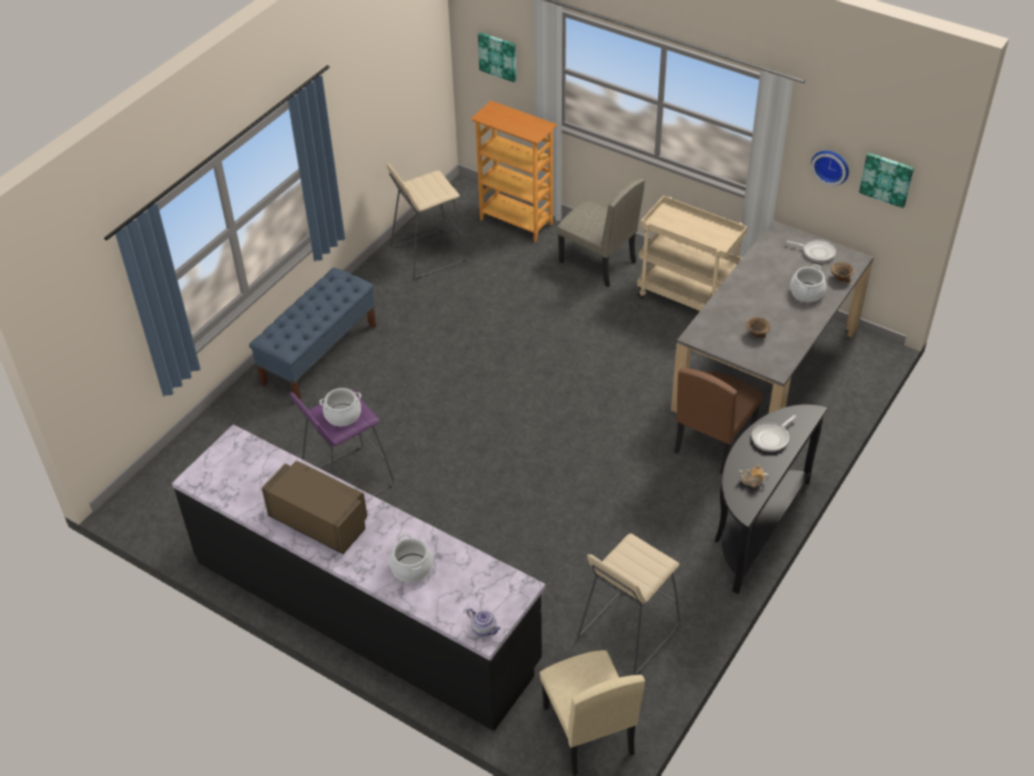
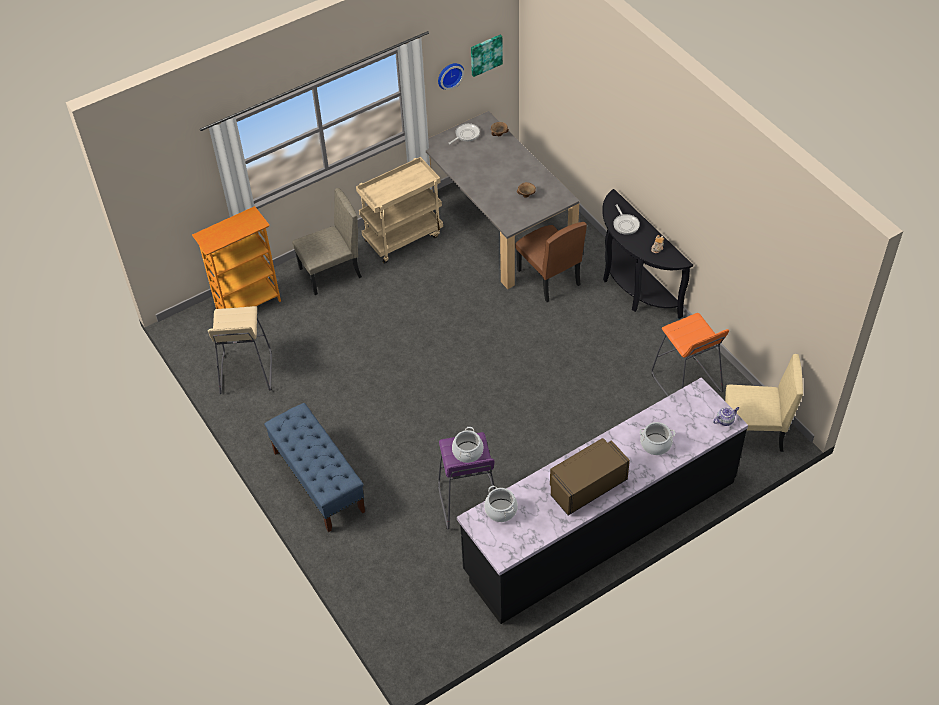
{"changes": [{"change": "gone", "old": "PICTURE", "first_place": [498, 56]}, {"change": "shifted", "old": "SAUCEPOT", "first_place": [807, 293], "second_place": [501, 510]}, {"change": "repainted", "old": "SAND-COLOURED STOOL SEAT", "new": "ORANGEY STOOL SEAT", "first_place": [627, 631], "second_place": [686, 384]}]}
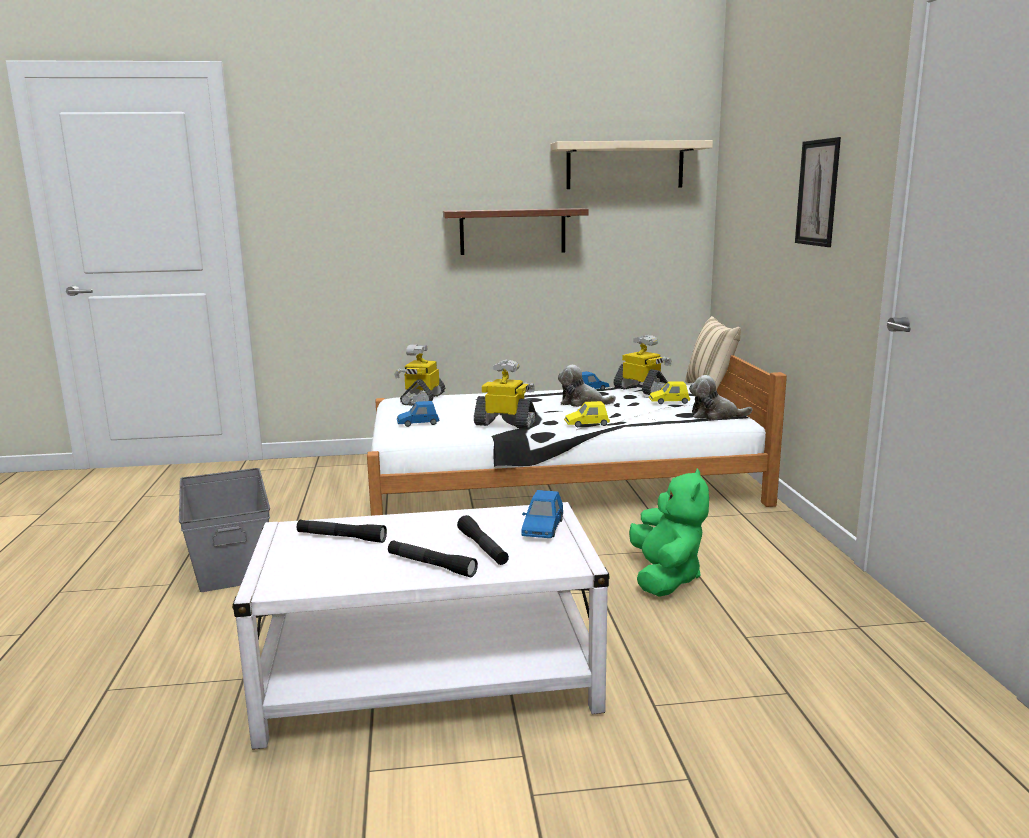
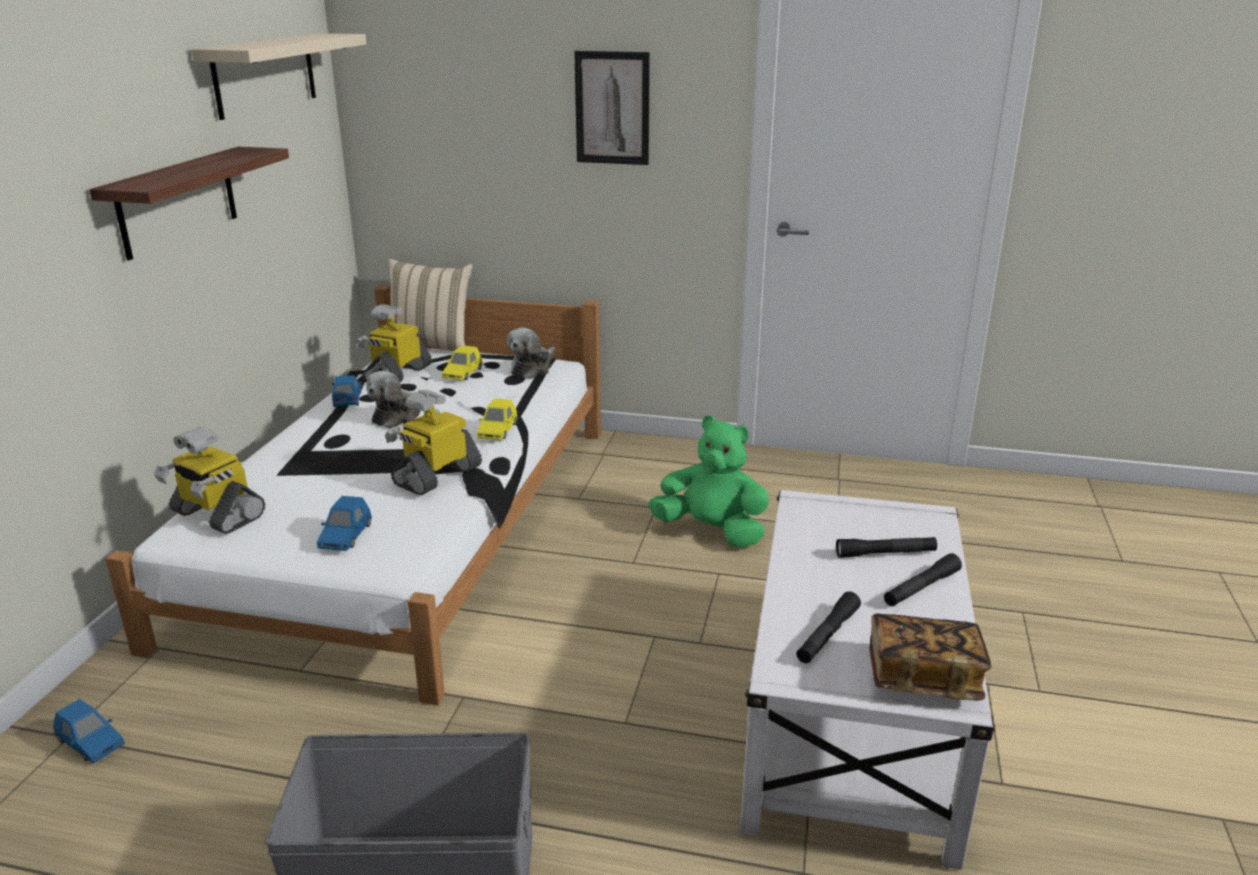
{"changes": [{"change": "new", "new": "VOLUME", "second_place": [923, 677]}, {"change": "shifted", "old": "BLUE-COLOURED MODEL CAR", "first_place": [542, 528], "second_place": [90, 743]}, {"change": "rotated", "old": "ROBOT FIGURE", "first_place": [642, 390], "second_place": [397, 374], "degrees": -45}]}
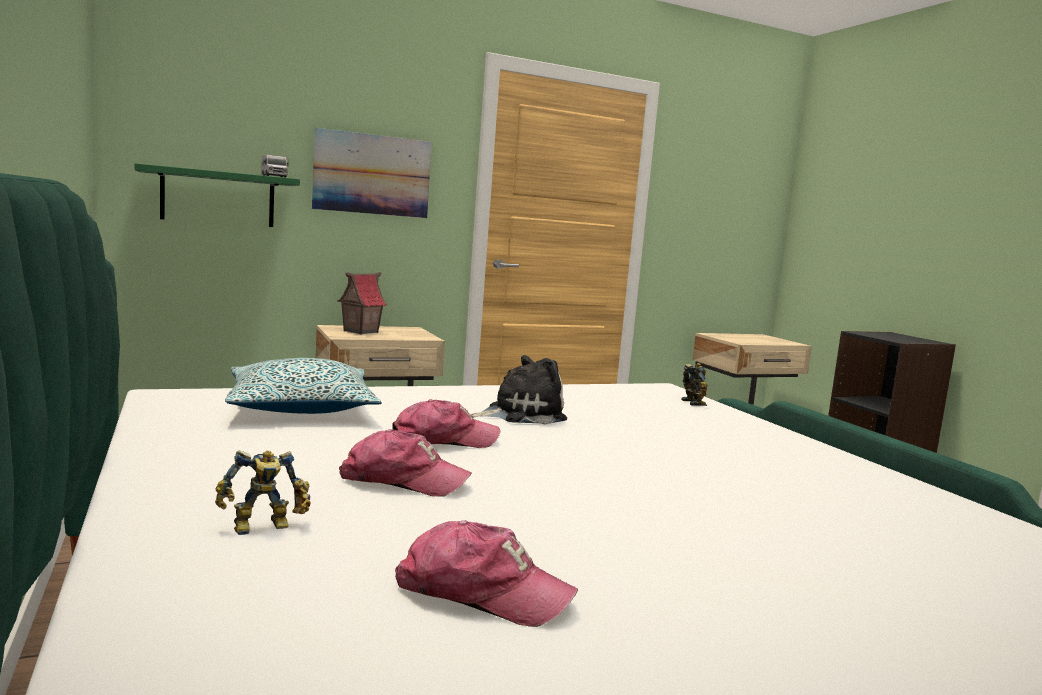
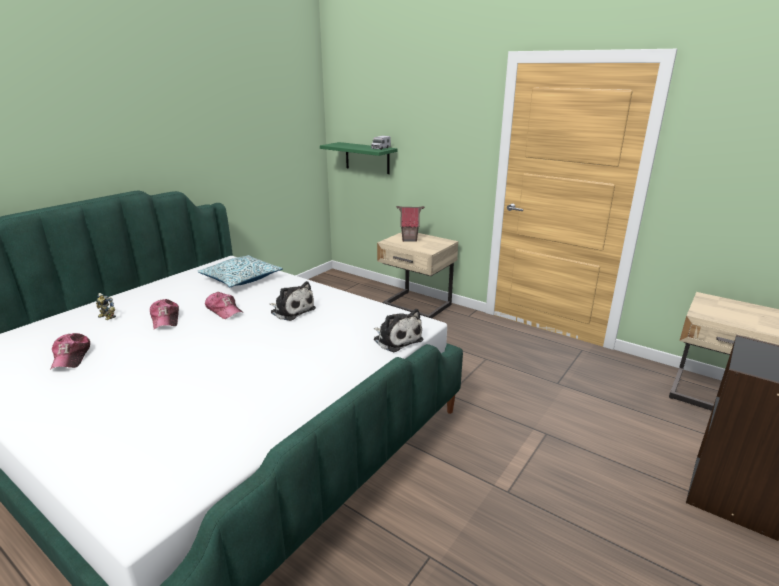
{"changes": [{"change": "gone", "old": "PICTURE", "first_place": [372, 174]}, {"change": "swapped", "old": "ROBOT FIGURE", "new": "PLUSH TOY", "first_place": [695, 402], "second_place": [396, 339]}]}
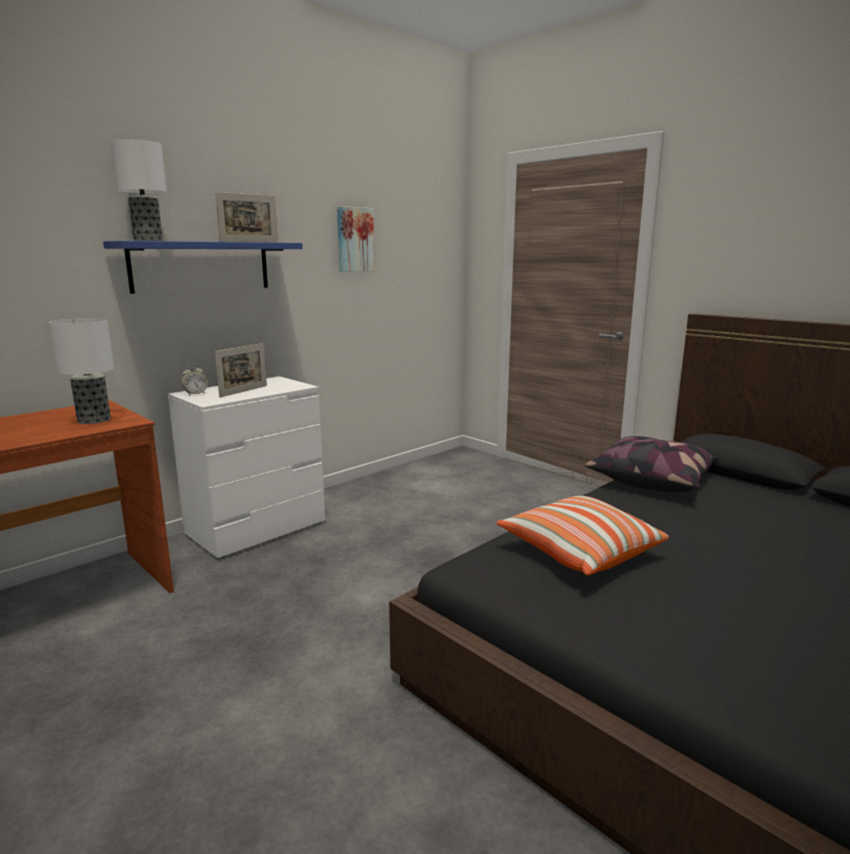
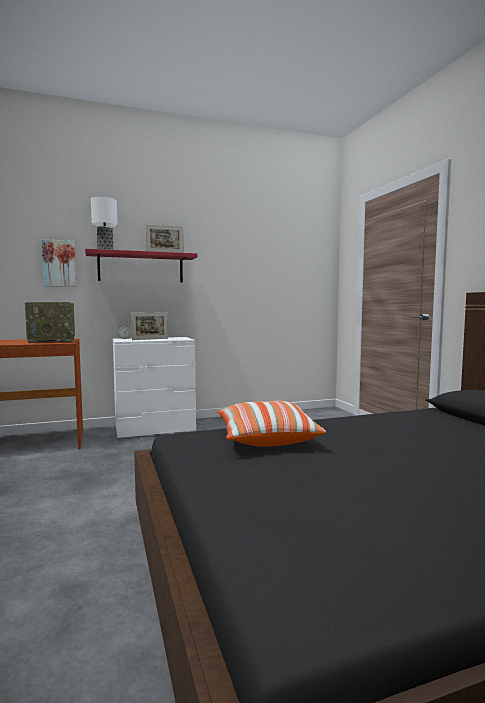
{"changes": [{"change": "gone", "old": "PILLOW", "first_place": [651, 480]}, {"change": "shifted", "old": "PICTURE", "first_place": [354, 239], "second_place": [59, 263]}, {"change": "swapped", "old": "TABLETOP LAMP", "new": "RADIO", "first_place": [94, 420], "second_place": [53, 341]}, {"change": "repainted", "old": "BLUE-COLOURED WALL SHELF", "new": "REDDISH WALL SHELF", "first_place": [201, 266], "second_place": [141, 268]}]}
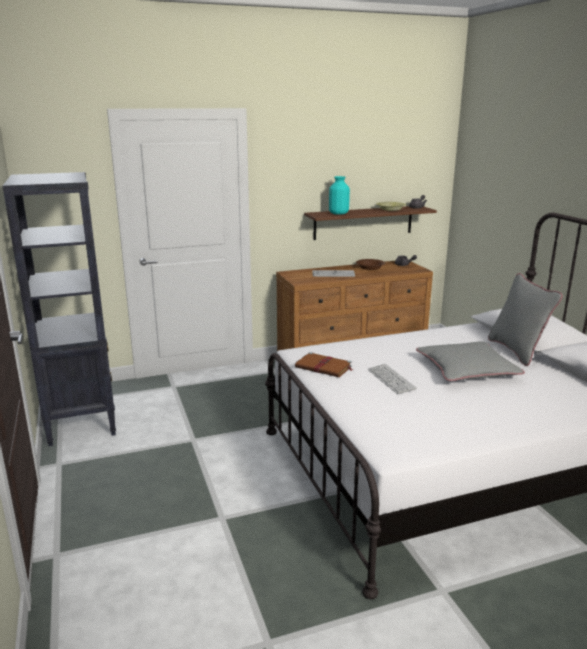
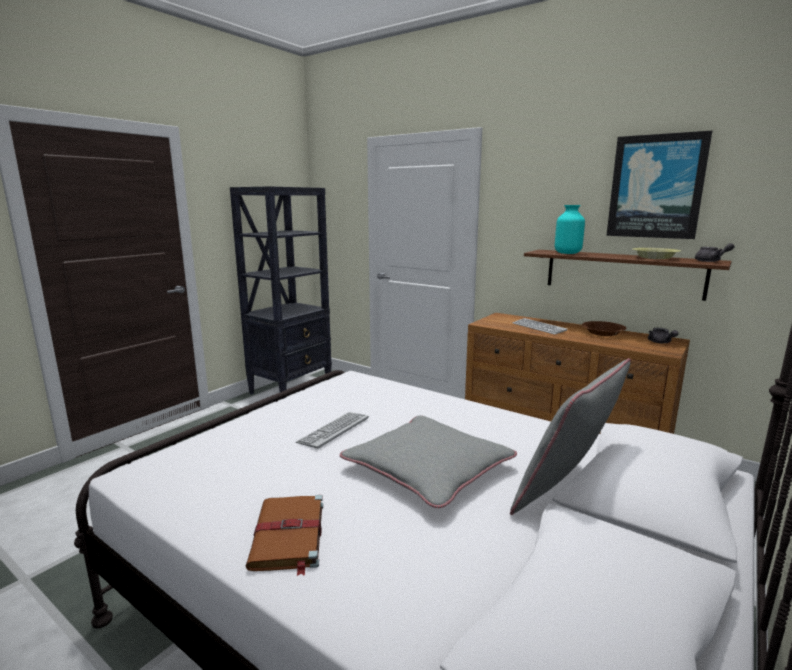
{"changes": [{"change": "new", "new": "PICTURE", "second_place": [656, 187]}, {"change": "shifted", "old": "BROWN-COLOURED VOLUME", "first_place": [324, 367], "second_place": [288, 536]}]}
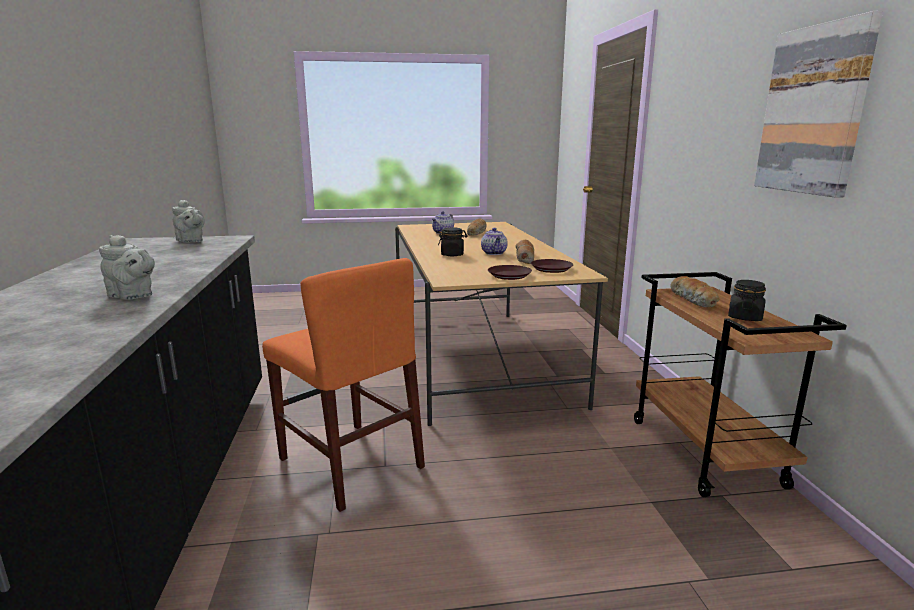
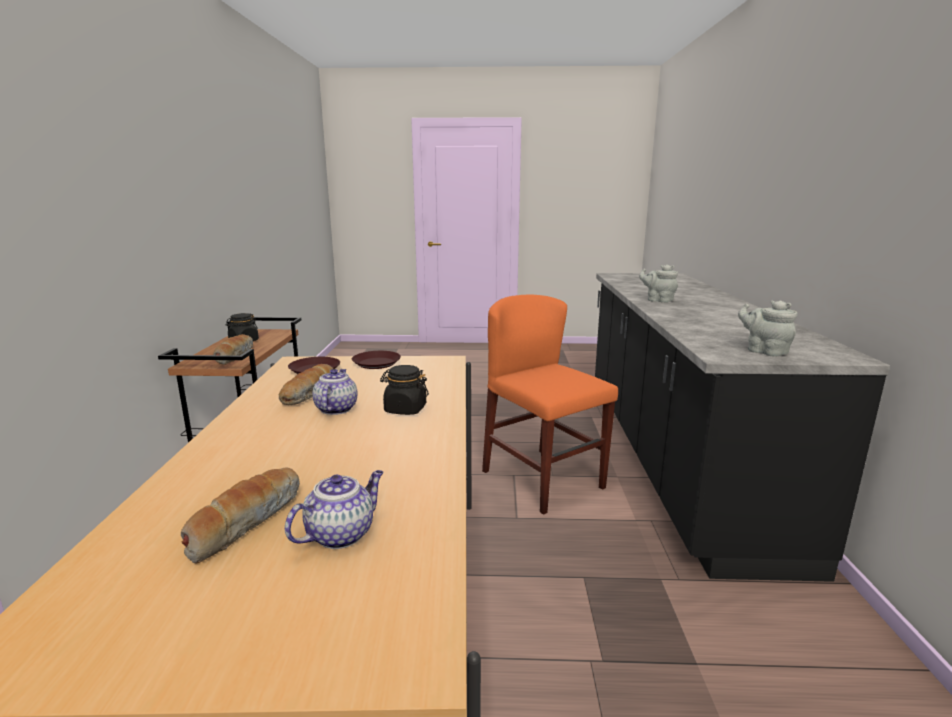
{"changes": [{"change": "gone", "old": "PICTURE", "first_place": [813, 111]}]}
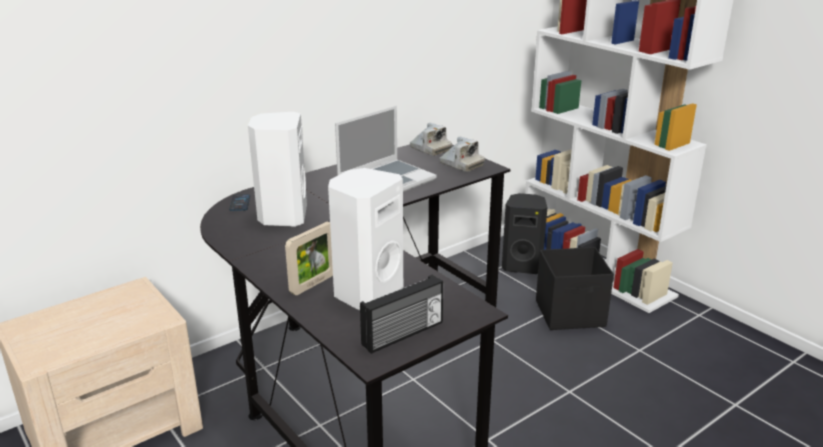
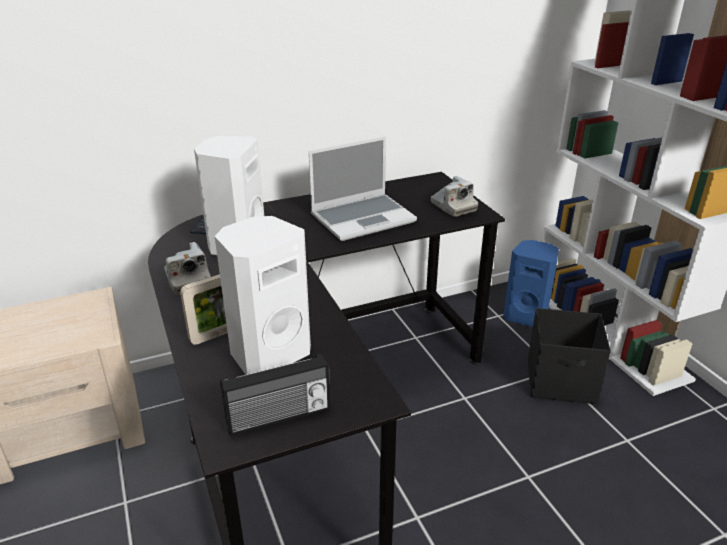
{"changes": [{"change": "shifted", "old": "STILL CAMERA", "first_place": [430, 149], "second_place": [188, 280]}, {"change": "repainted", "old": "BLACKISH AUDIO SPEAKER", "new": "BLUE-COLOURED AUDIO SPEAKER", "first_place": [522, 266], "second_place": [526, 316]}]}
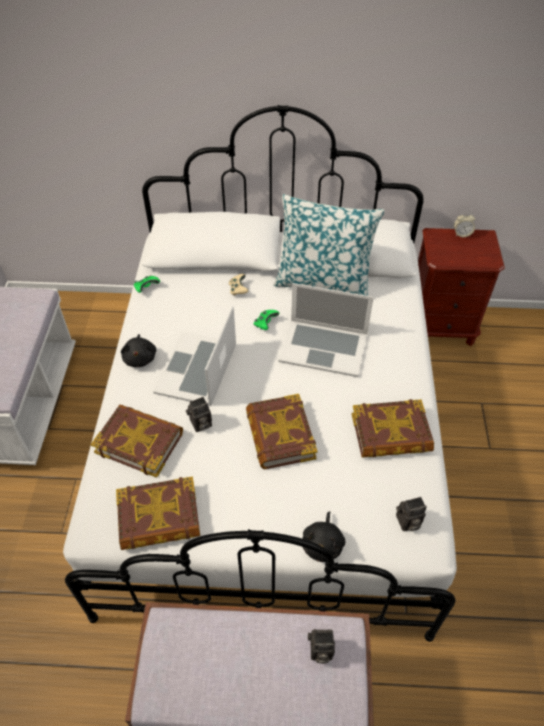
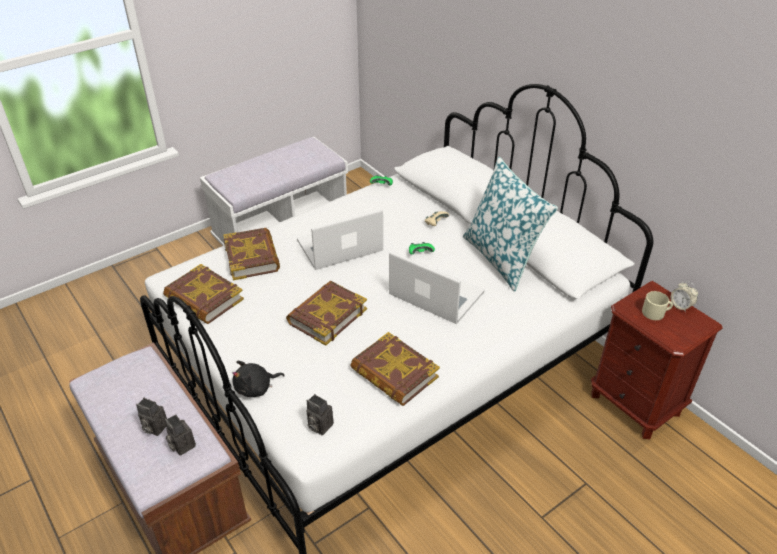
{"changes": [{"change": "gone", "old": "BLACKISH PLUSH TOY", "first_place": [140, 358]}, {"change": "new", "new": "SAND-COLOURED COFFEE MUG", "second_place": [656, 312]}, {"change": "shifted", "old": "STILL CAMERA", "first_place": [200, 424], "second_place": [154, 427]}, {"change": "rotated", "old": "PORTABLE COMPUTER", "first_place": [323, 347], "second_place": [436, 293], "degrees": 150}]}
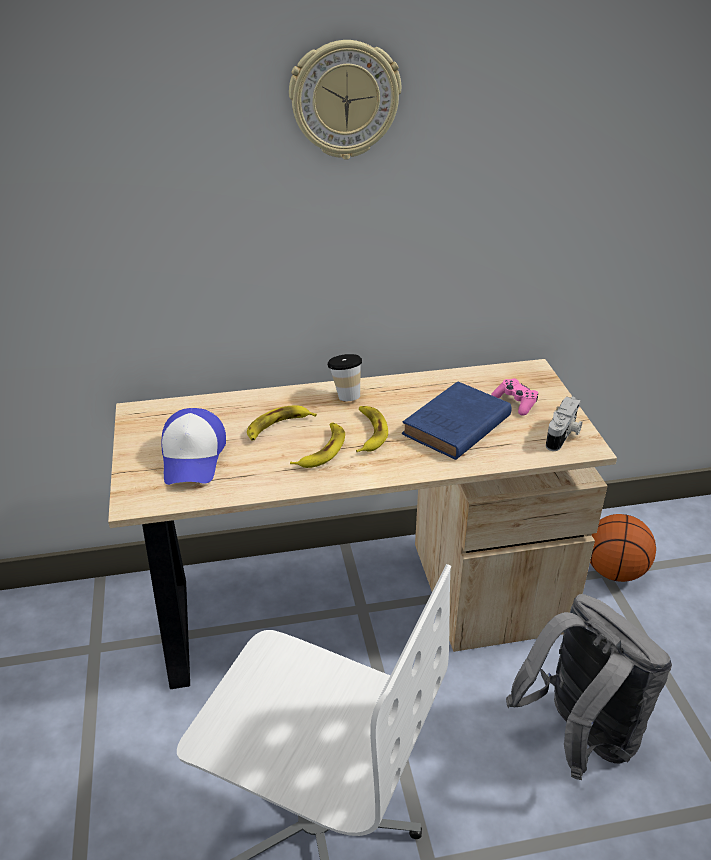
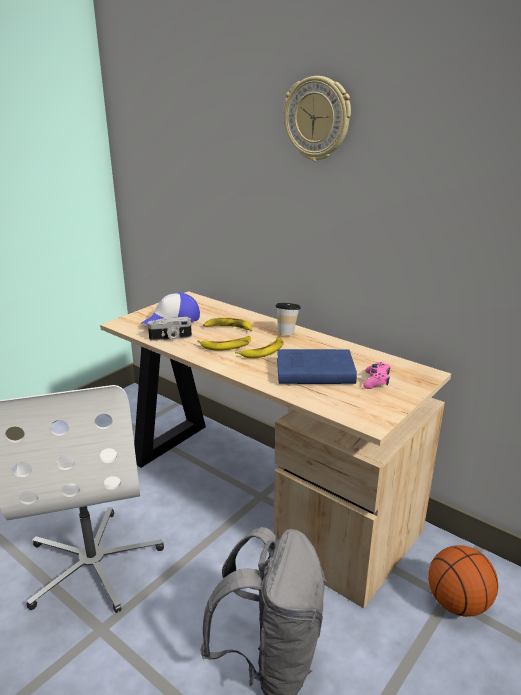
{"changes": [{"change": "shifted", "old": "STILL CAMERA", "first_place": [563, 435], "second_place": [170, 338]}]}
